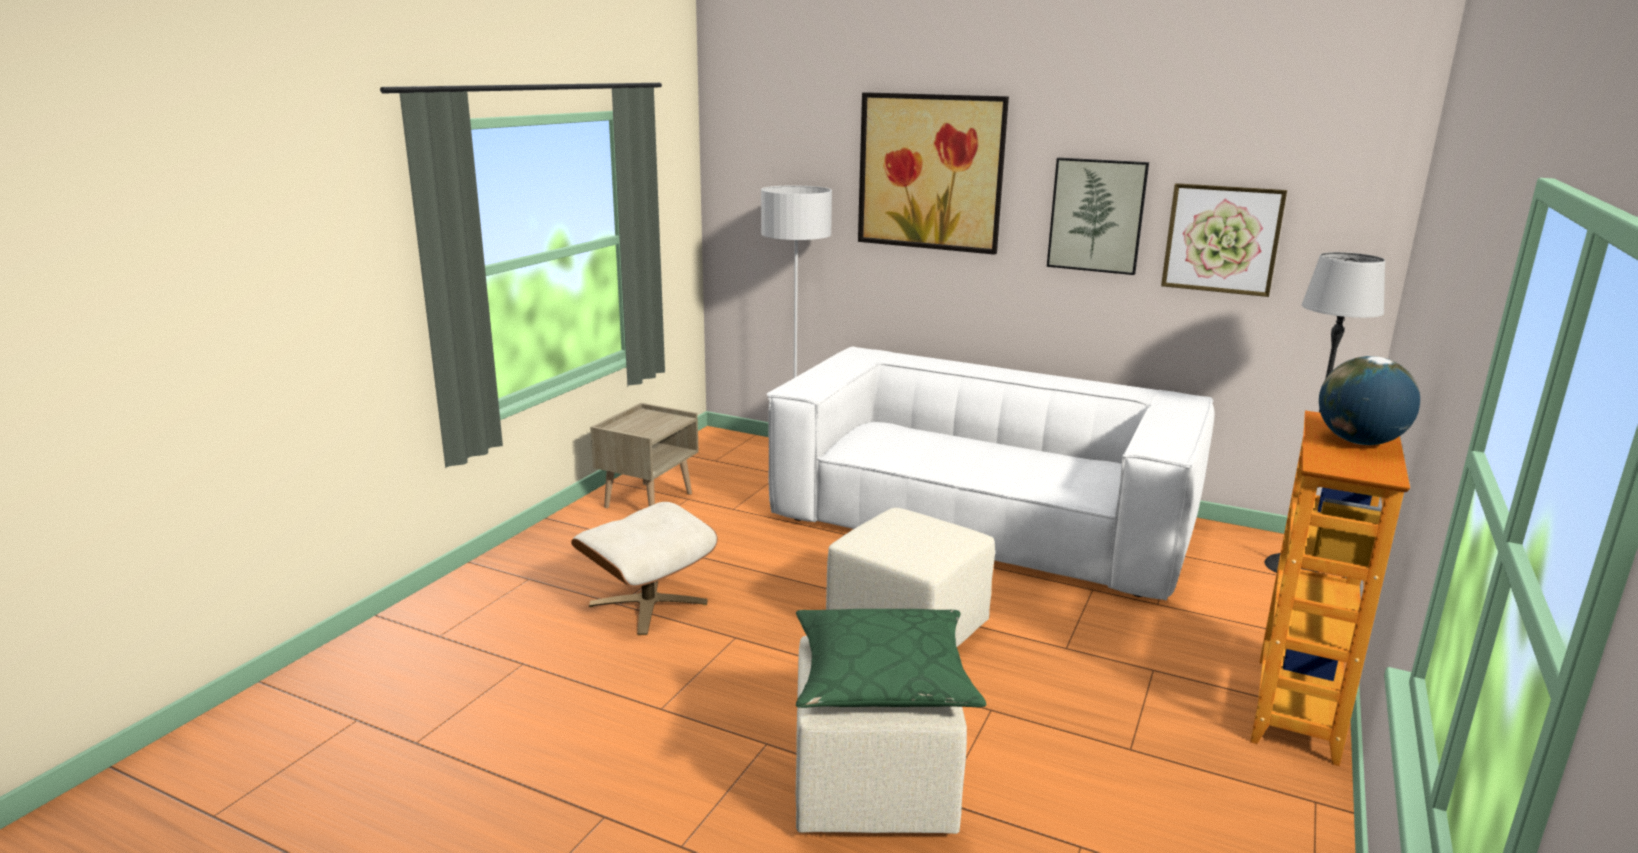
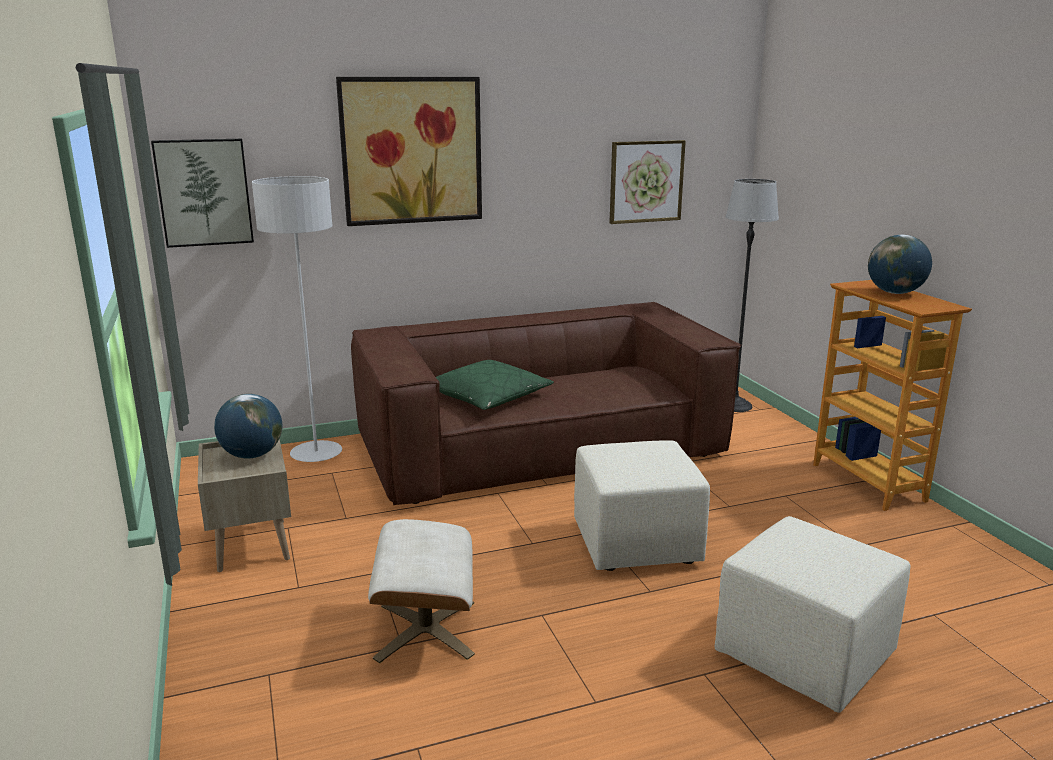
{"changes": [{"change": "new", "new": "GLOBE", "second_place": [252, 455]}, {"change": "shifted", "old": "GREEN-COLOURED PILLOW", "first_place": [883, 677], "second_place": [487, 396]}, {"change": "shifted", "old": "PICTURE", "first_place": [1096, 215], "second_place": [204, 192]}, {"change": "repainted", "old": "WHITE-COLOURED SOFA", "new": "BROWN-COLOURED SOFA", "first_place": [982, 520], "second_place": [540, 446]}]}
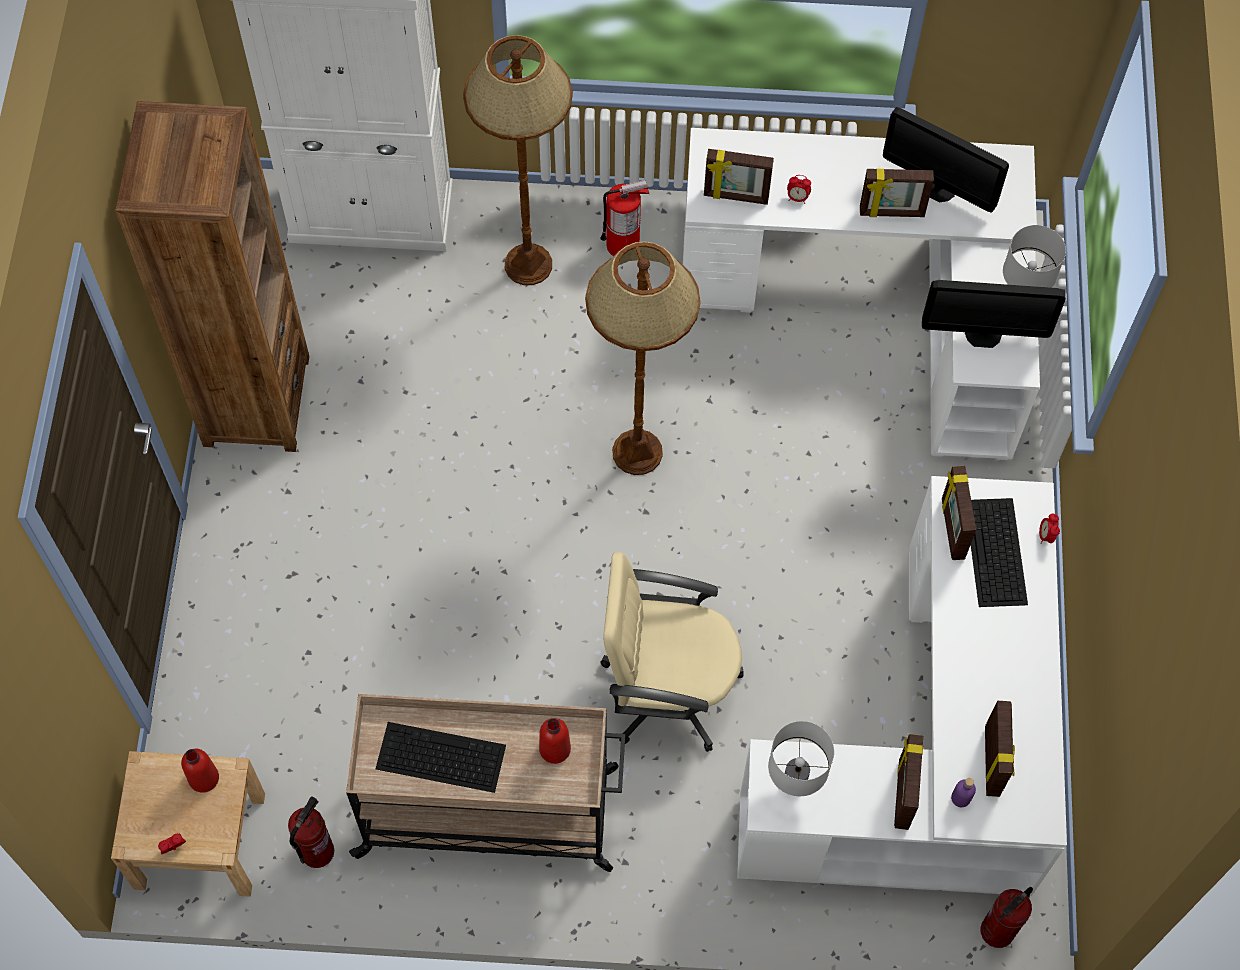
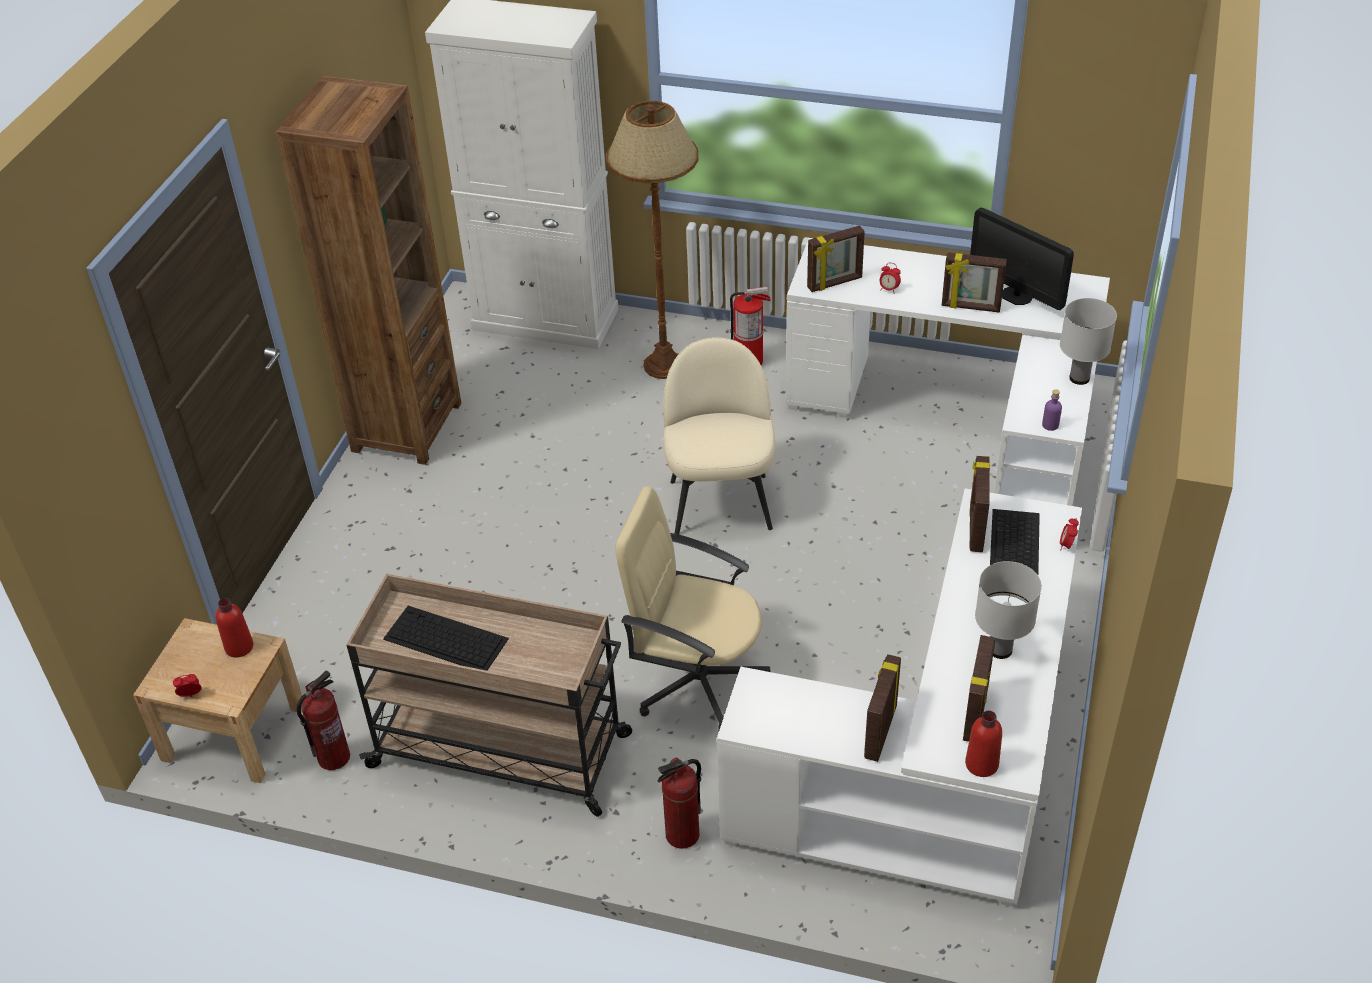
{"changes": [{"change": "gone", "old": "MONITOR", "first_place": [983, 334]}, {"change": "shifted", "old": "REDDISH BEVERAGE BOTTLE", "first_place": [555, 749], "second_place": [981, 764]}, {"change": "shifted", "old": "WHITE-COLOURED TABLETOP LAMP", "first_place": [793, 783], "second_place": [999, 649]}, {"change": "shifted", "old": "PURPLE BEVERAGE BOTTLE", "first_place": [961, 798], "second_place": [1050, 425]}, {"change": "shifted", "old": "EXTINGUISHER", "first_place": [997, 931], "second_place": [682, 835]}, {"change": "swapped", "old": "BROWN-COLOURED STANDARD LAMP", "new": "SAND-COLOURED PLAIN CHAIR", "first_place": [638, 452], "second_place": [720, 502]}, {"change": "rotated", "old": "STANDING FRAME", "first_place": [736, 197], "second_place": [835, 283], "degrees": -45}]}
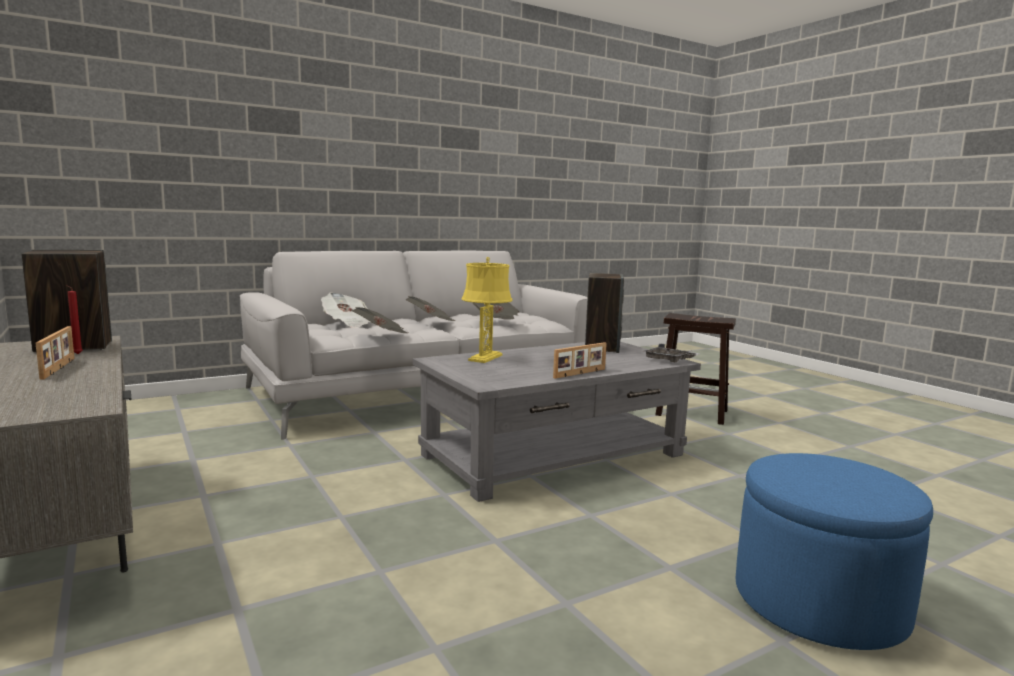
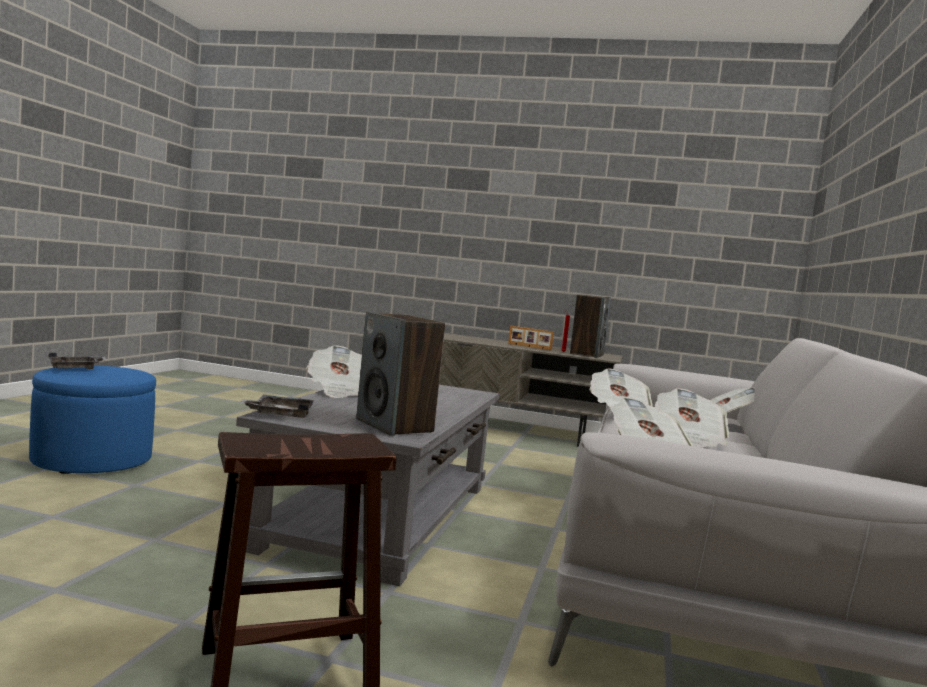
{"changes": [{"change": "gone", "old": "YELLOW TABLETOP LAMP", "first_place": [485, 358]}, {"change": "new", "new": "GREY TRAY", "second_place": [76, 369]}, {"change": "swapped", "old": "STANDING FRAME", "new": "DAILY PAPER", "first_place": [580, 373], "second_place": [339, 391]}]}
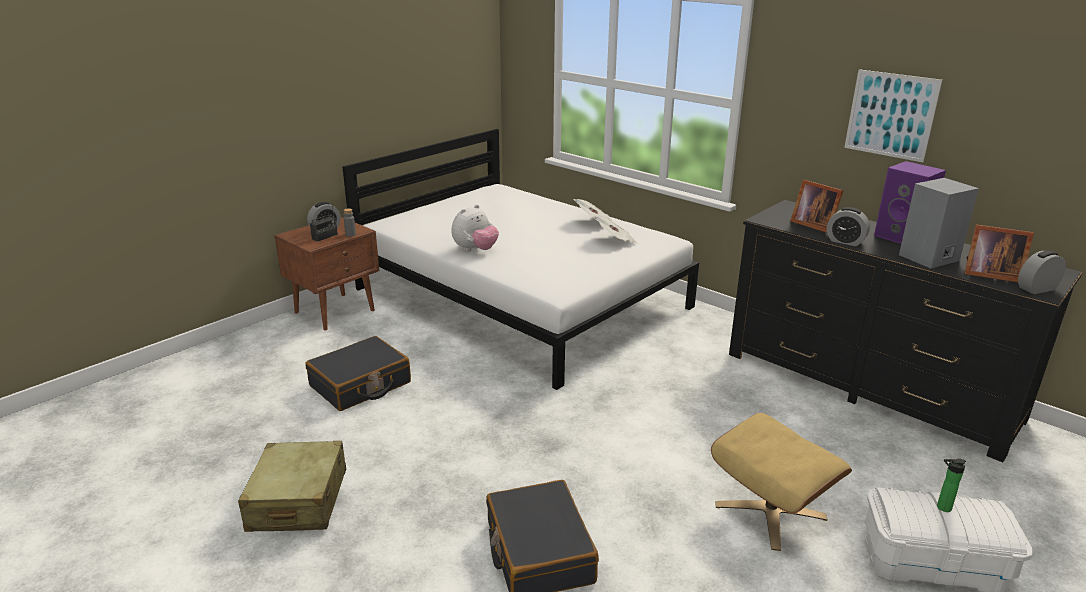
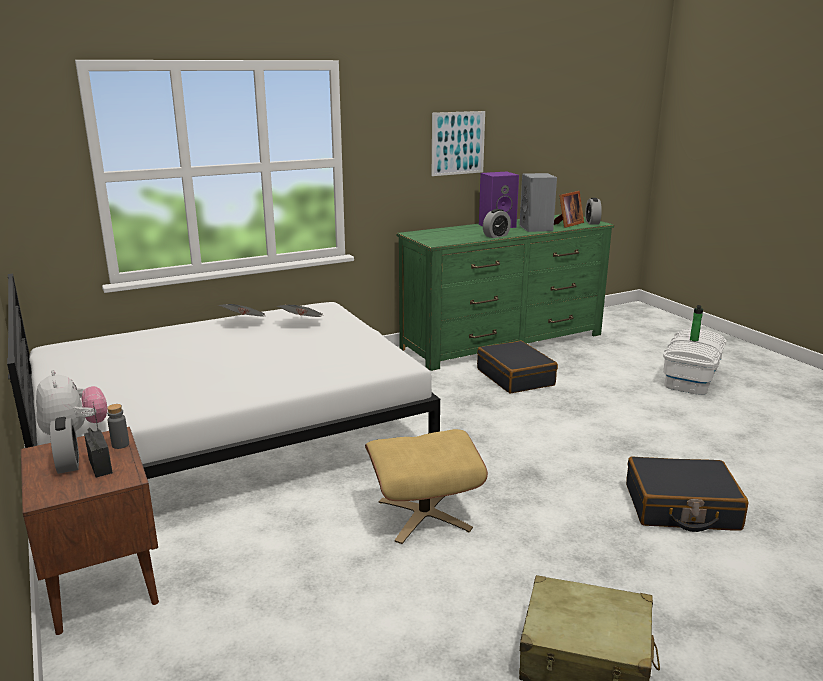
{"changes": [{"change": "gone", "old": "STANDING FRAME", "first_place": [813, 225]}, {"change": "shifted", "old": "BLACKISH SUITCASE", "first_place": [360, 385], "second_place": [515, 377]}, {"change": "shifted", "old": "PLUSH TOY", "first_place": [475, 250], "second_place": [75, 433]}, {"change": "shifted", "old": "SAND-COLOURED OTTOMAN", "first_place": [771, 511], "second_place": [424, 514]}, {"change": "repainted", "old": "BLACKISH DRESSER", "new": "GREEN-COLOURED DRESSER", "first_place": [868, 385], "second_place": [502, 341]}]}
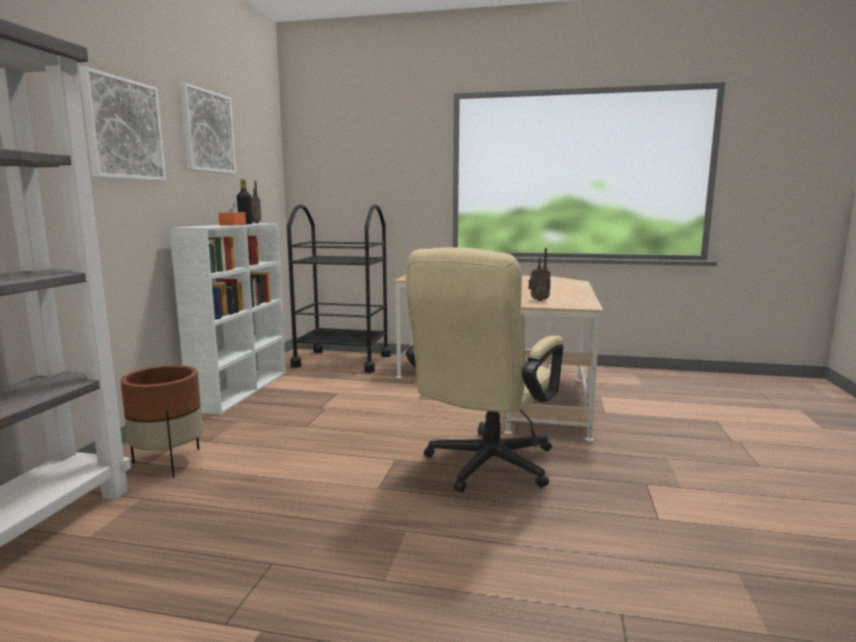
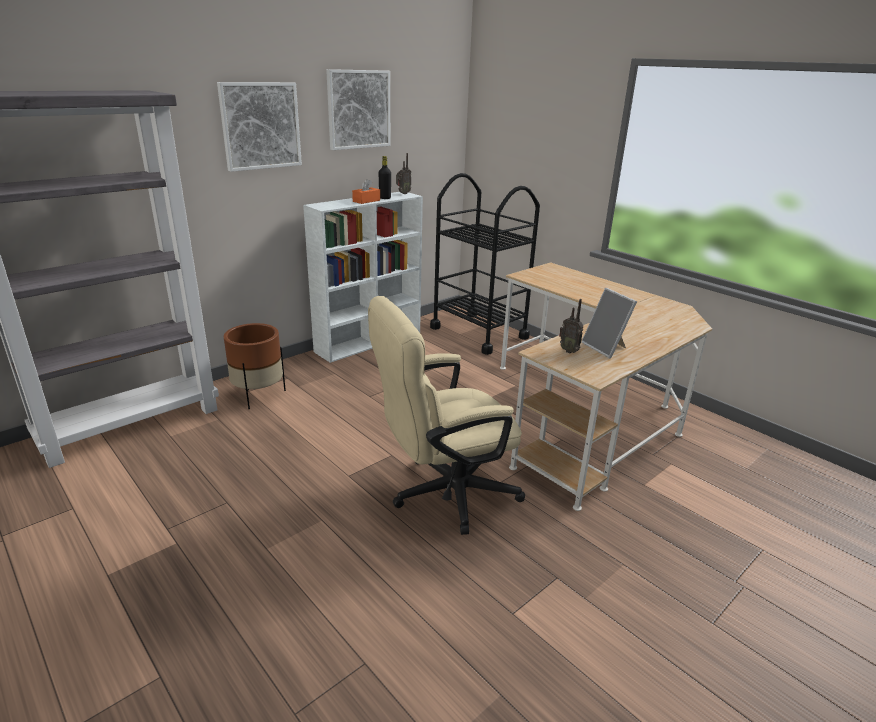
{"changes": [{"change": "new", "new": "STANDING FRAME", "second_place": [606, 348]}]}
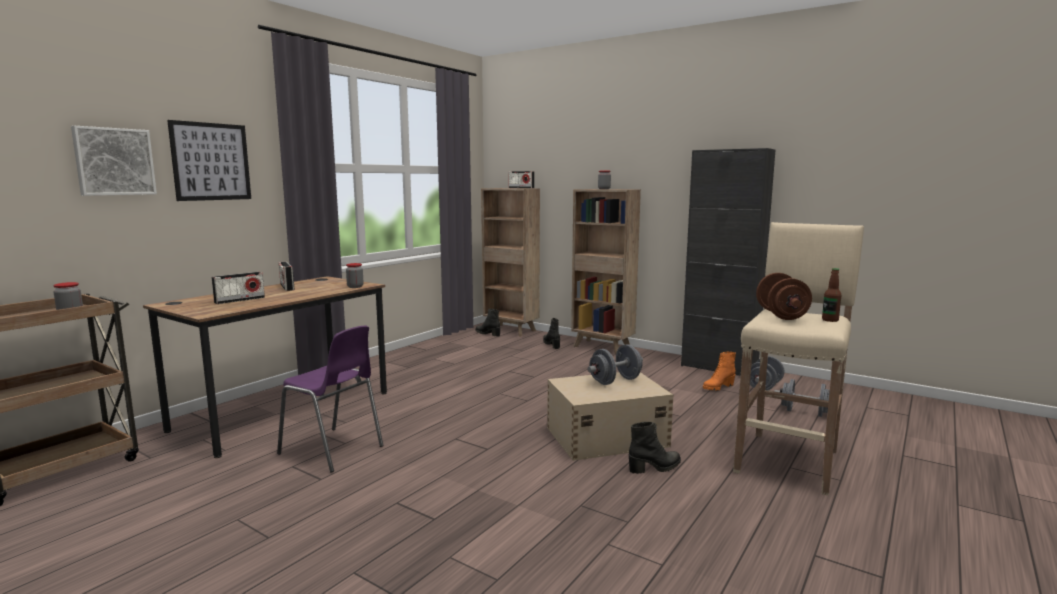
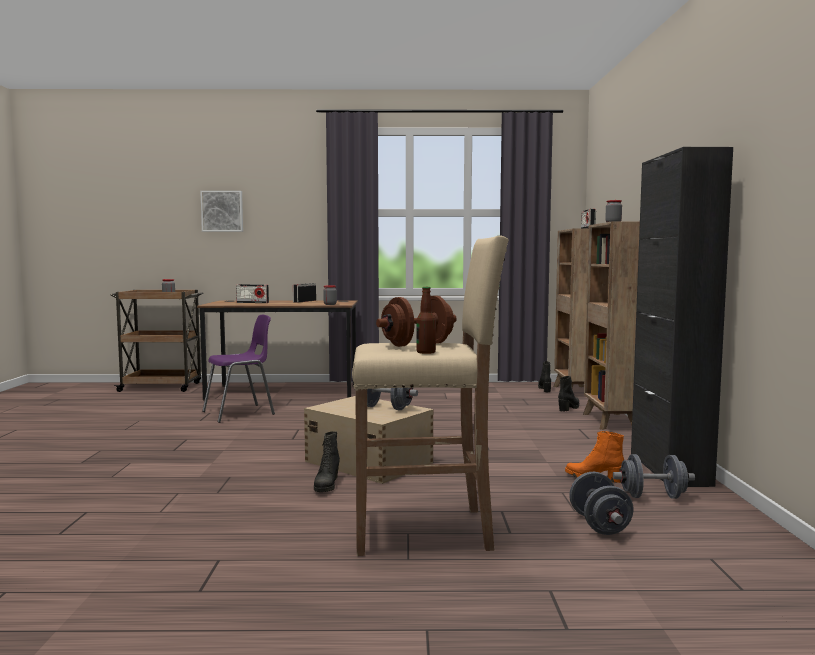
{"changes": [{"change": "gone", "old": "PICTURE", "first_place": [211, 161]}, {"change": "rotated", "old": "PURPLE PLAIN CHAIR", "first_place": [333, 450], "second_place": [240, 413], "degrees": -120}, {"change": "rotated", "old": "BLACKISH BOOT", "first_place": [655, 468], "second_place": [326, 485], "degrees": 60}]}
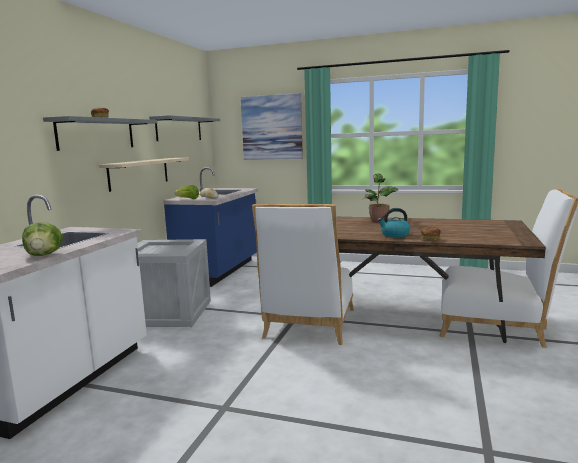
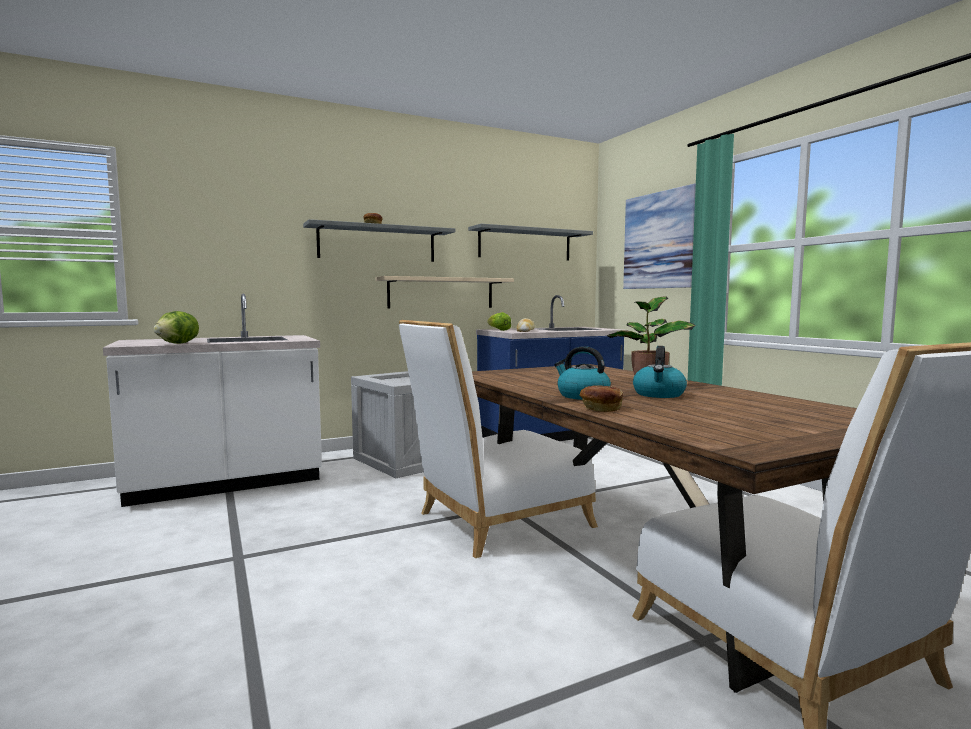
{"changes": [{"change": "new", "new": "KETTLE", "second_place": [659, 394]}]}
